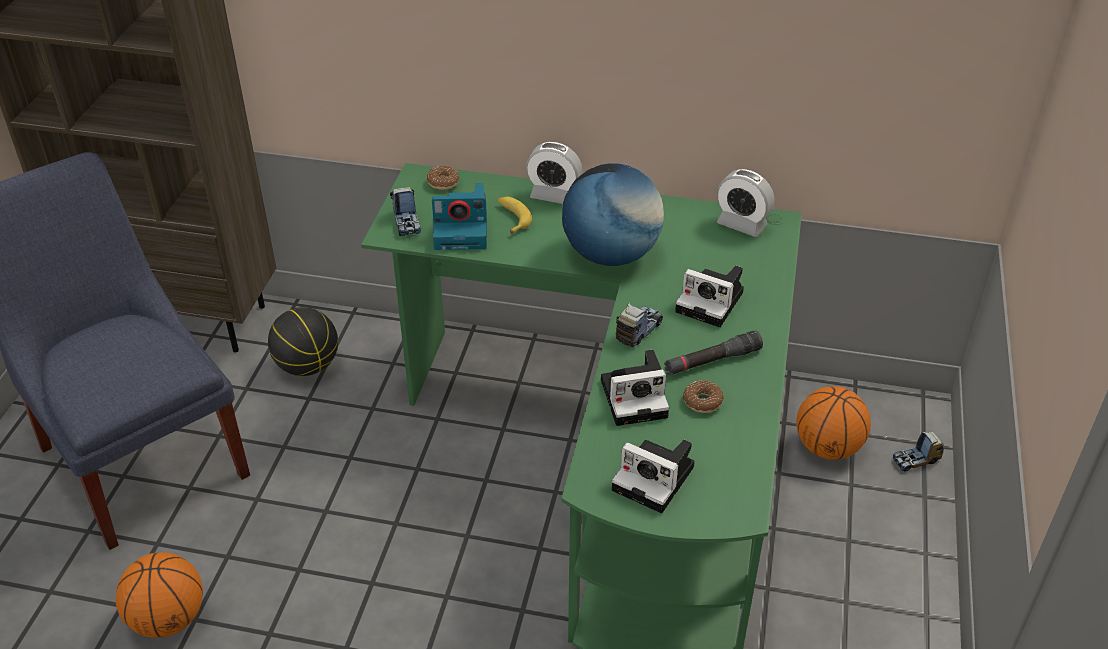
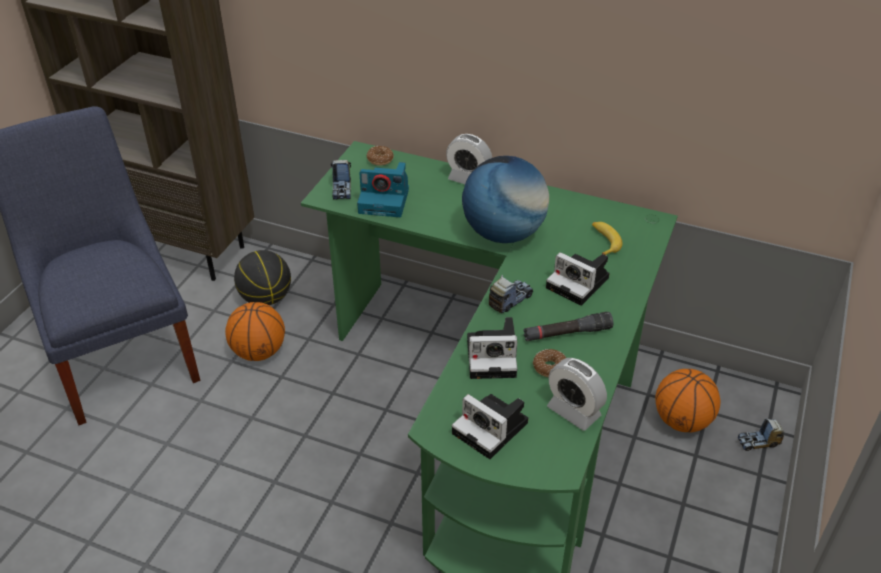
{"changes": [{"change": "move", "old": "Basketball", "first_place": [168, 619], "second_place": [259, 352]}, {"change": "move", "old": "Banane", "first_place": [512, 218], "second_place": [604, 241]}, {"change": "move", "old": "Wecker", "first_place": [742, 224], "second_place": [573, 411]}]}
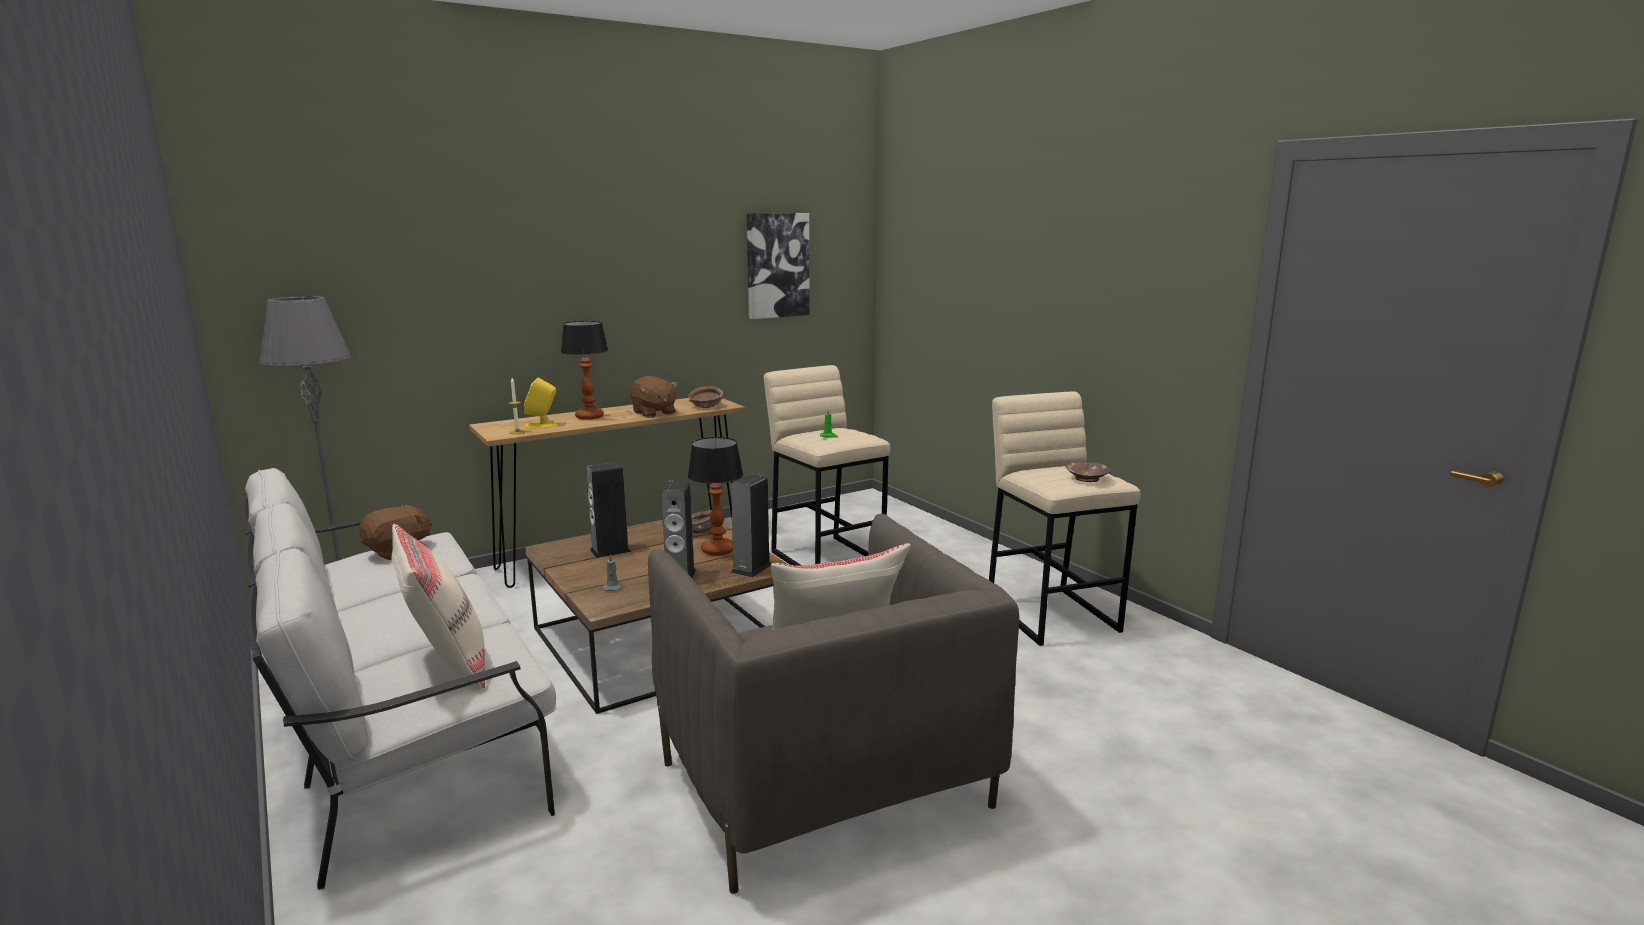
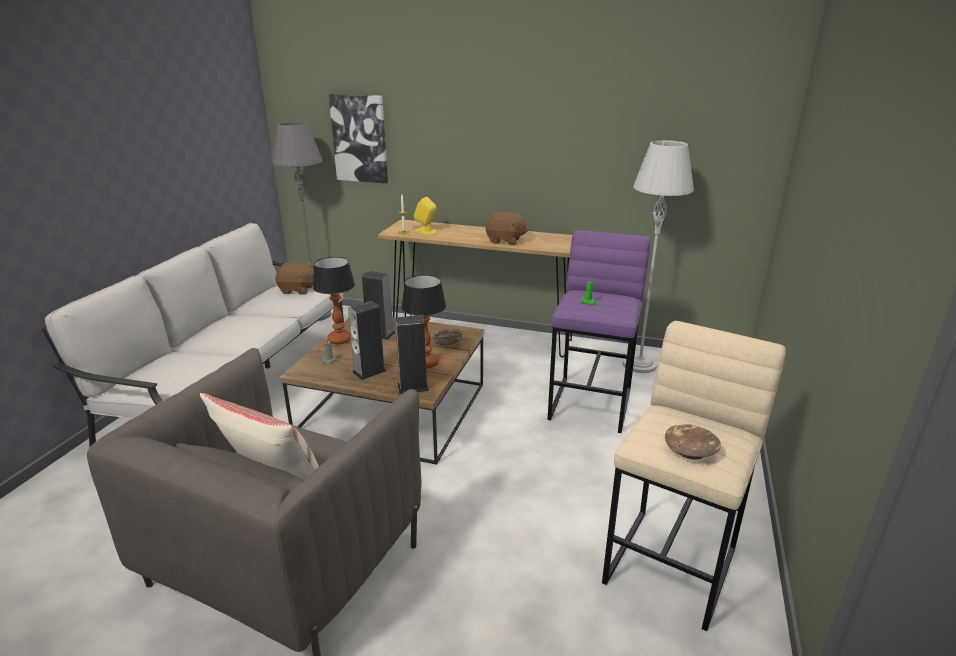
{"changes": [{"change": "delete", "old": "Kissen/beige", "first_place": [446, 663]}, {"change": "move", "old": "Tischlampe", "first_place": [589, 417], "second_place": [339, 340]}, {"change": "rotate", "old": "Plüschtier/braun", "first_place": [653, 413], "second_place": [505, 241], "degrees": -90}, {"change": "delete", "old": "Schüssel/braun", "first_place": [706, 406]}, {"change": "move", "old": "Bild", "first_place": [777, 265], "second_place": [360, 138]}, {"change": "recolor", "old": "Hocker/beige", "new": "Hocker/lila", "first_place": [825, 557], "second_place": [590, 403]}, {"change": "insert", "new": "Stehlampe/grau", "second_place": [639, 364]}]}
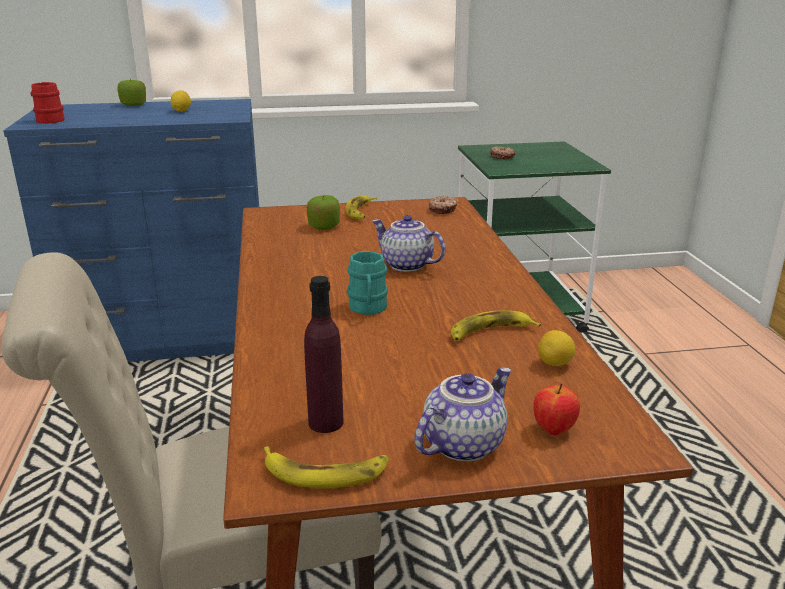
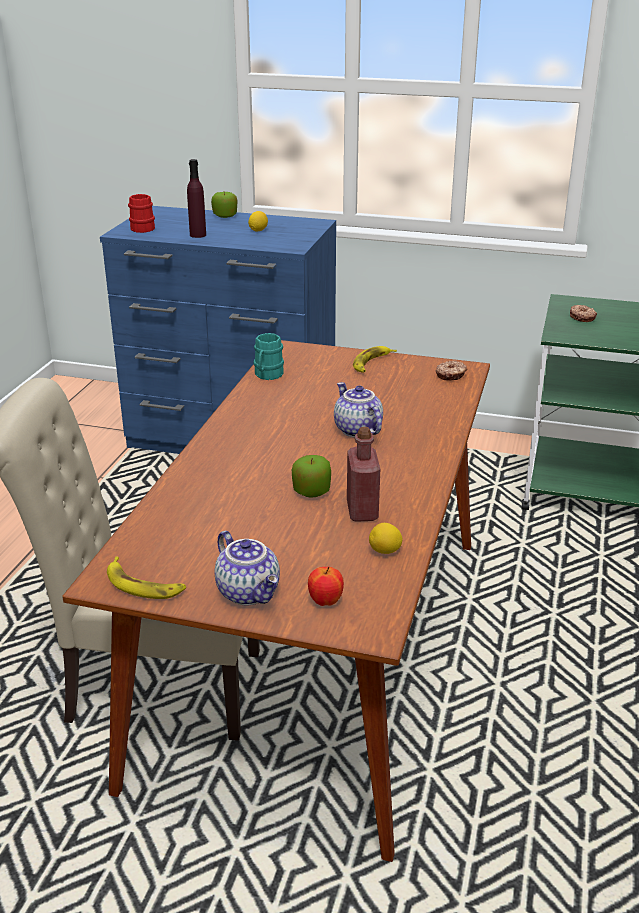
{"changes": [{"change": "move", "old": "Flasche/lila", "first_place": [326, 422], "second_place": [198, 235]}, {"change": "move", "old": "Apfel", "first_place": [324, 226], "second_place": [311, 491]}, {"change": "move", "old": "Henkelbecher/türkis", "first_place": [368, 309], "second_place": [267, 375]}, {"change": "rotate", "old": "Teekanne", "first_place": [462, 444], "second_place": [250, 592], "degrees": 75}, {"change": "replace", "old": "Banane", "new": "Flasche/rot", "first_place": [490, 332], "second_place": [362, 511]}]}
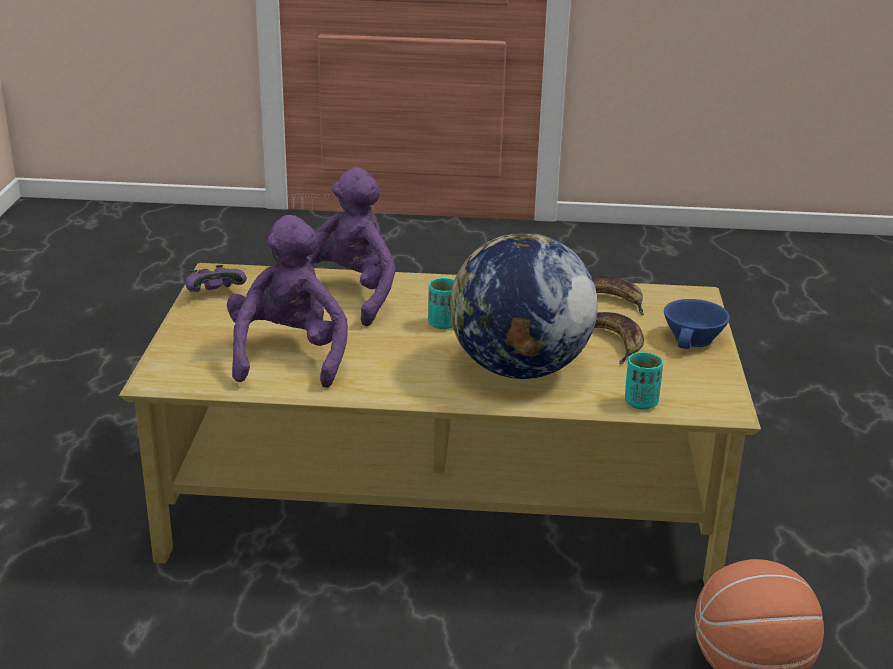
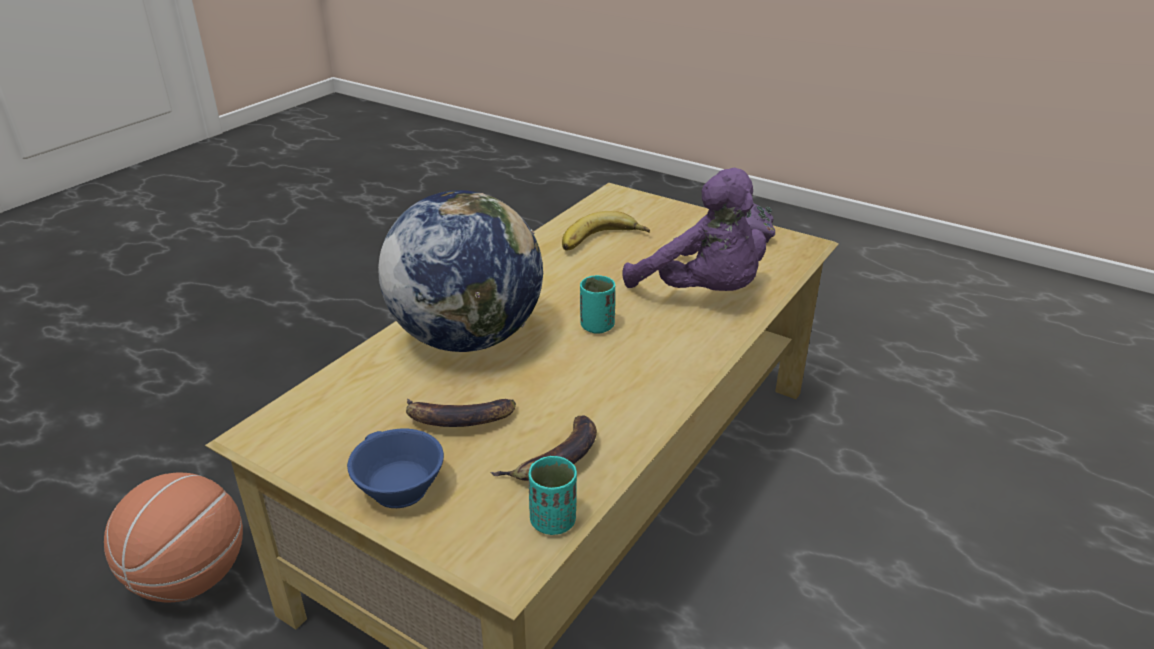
{"changes": [{"change": "replace", "old": "Plüschtier/lila", "new": "Banane", "first_place": [289, 355], "second_place": [603, 242]}, {"change": "move", "old": "Tasse/türkis", "first_place": [641, 403], "second_place": [553, 521]}]}
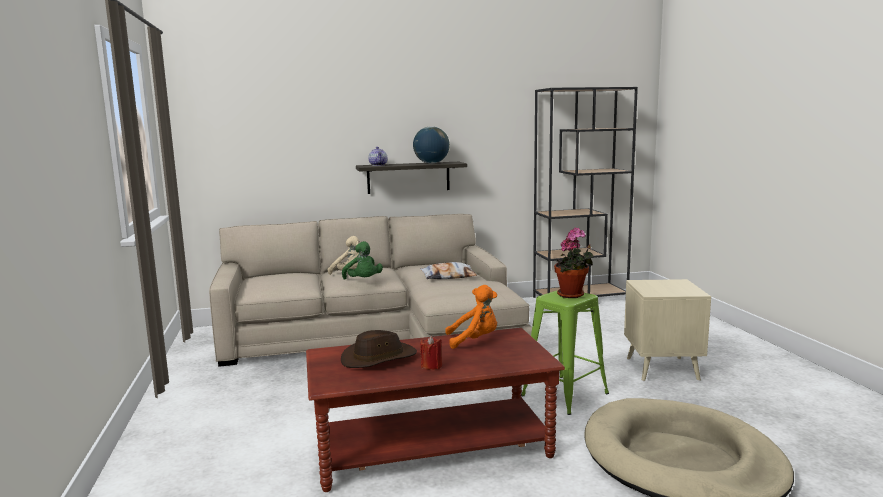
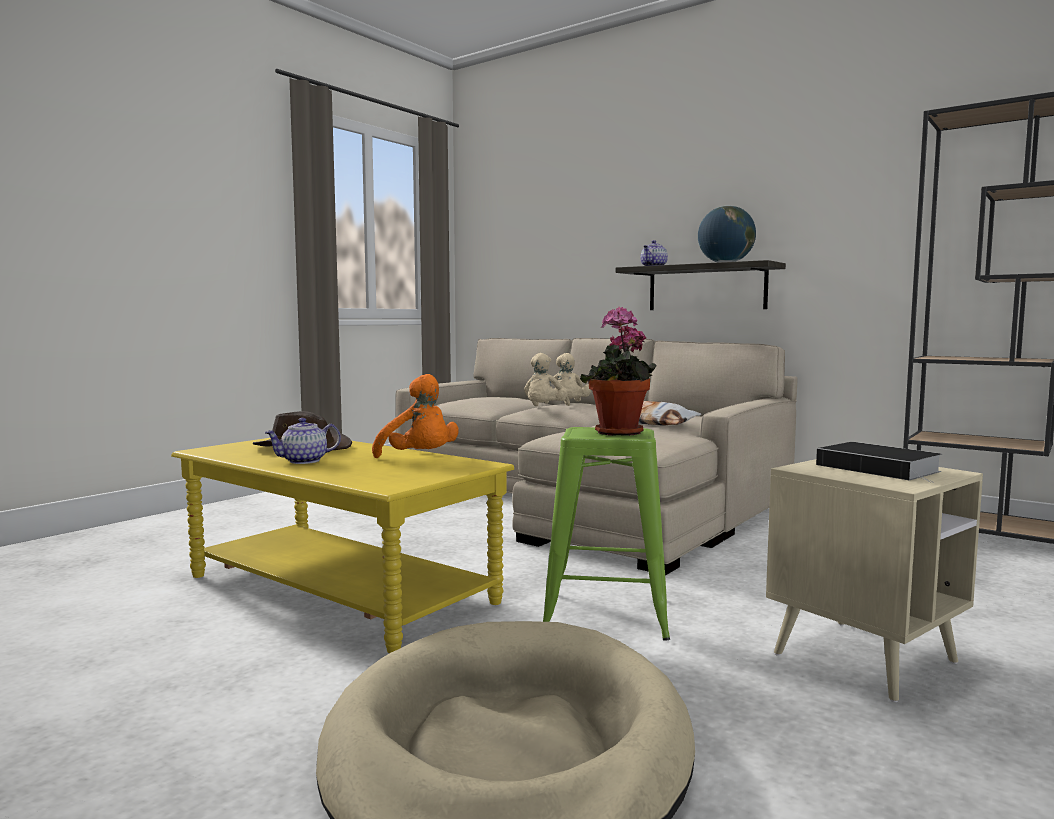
{"changes": [{"change": "recolor", "old": "Couchtisch/braun", "new": "Couchtisch/gelb", "first_place": [432, 447], "second_place": [339, 590]}, {"change": "recolor", "old": "Plüschtier/grün", "new": "Plüschtier/beige", "first_place": [363, 281], "second_place": [545, 409]}, {"change": "replace", "old": "Kerze/rot", "new": "Teekanne", "first_place": [431, 366], "second_place": [304, 461]}, {"change": "insert", "new": "Buch", "second_place": [881, 468]}]}
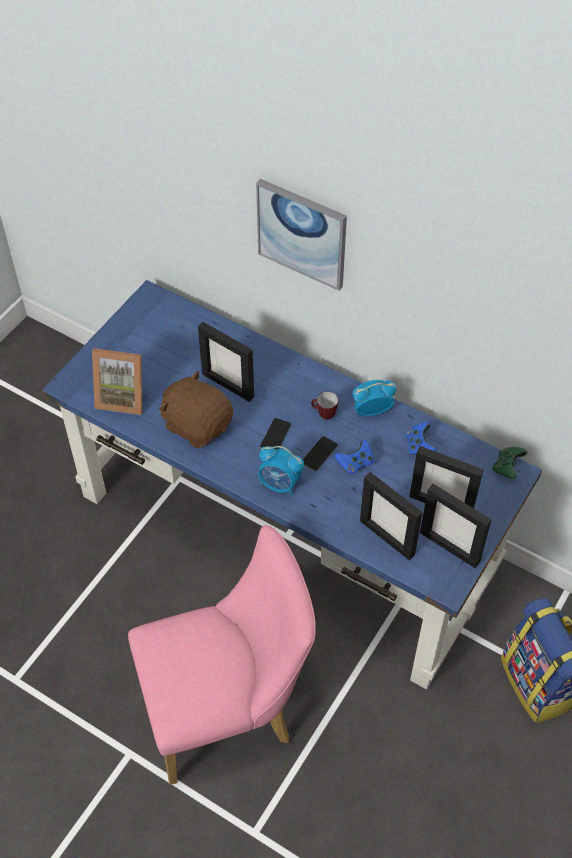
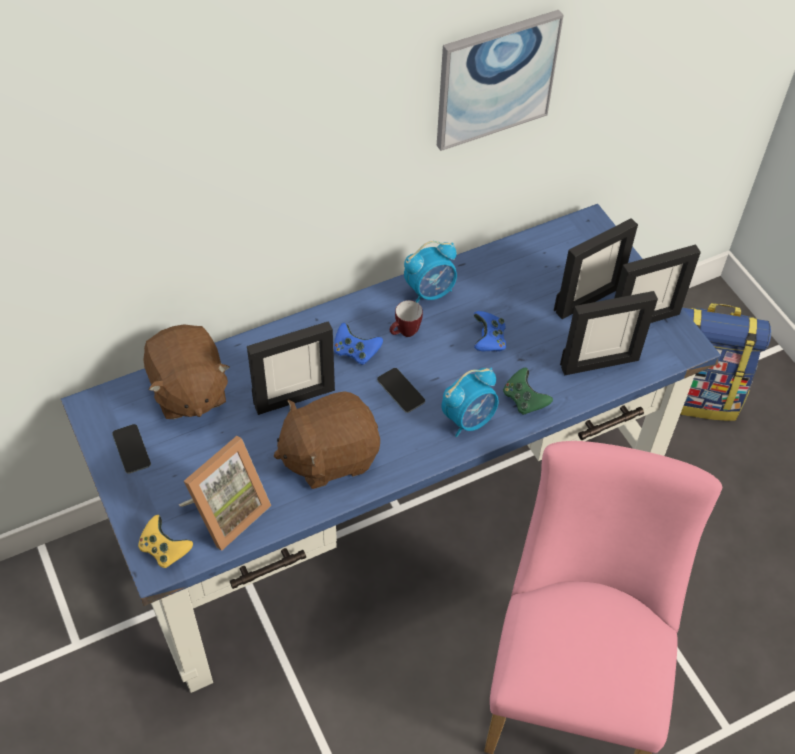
{"changes": [{"change": "move", "old": "Bild", "first_place": [302, 233], "second_place": [495, 79]}, {"change": "move", "old": "Handy", "first_place": [319, 454], "second_place": [131, 449]}, {"change": "rotate", "old": "Wecker", "first_place": [371, 411], "second_place": [430, 292], "degrees": -135}, {"change": "move", "old": "Gamepad/blau", "first_place": [419, 445], "second_place": [355, 352]}, {"change": "move", "old": "Gamepad/grün", "first_place": [507, 467], "second_place": [524, 400]}, {"change": "insert", "new": "Gamepad/gelb", "second_place": [164, 549]}, {"change": "insert", "new": "Plüschtier/braun", "second_place": [188, 391]}]}
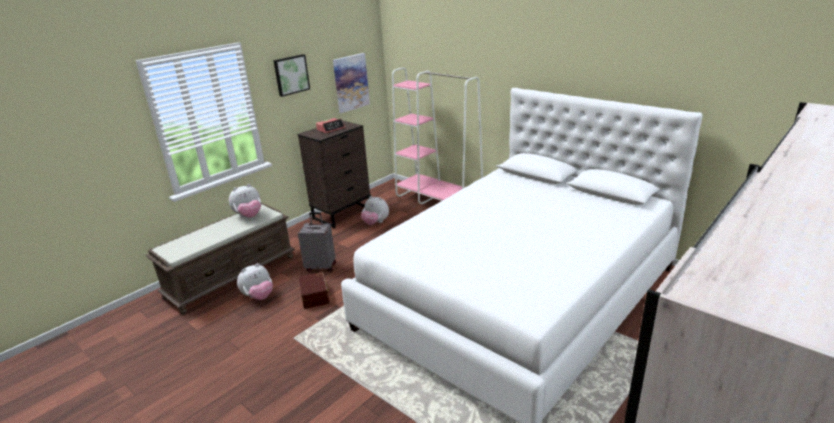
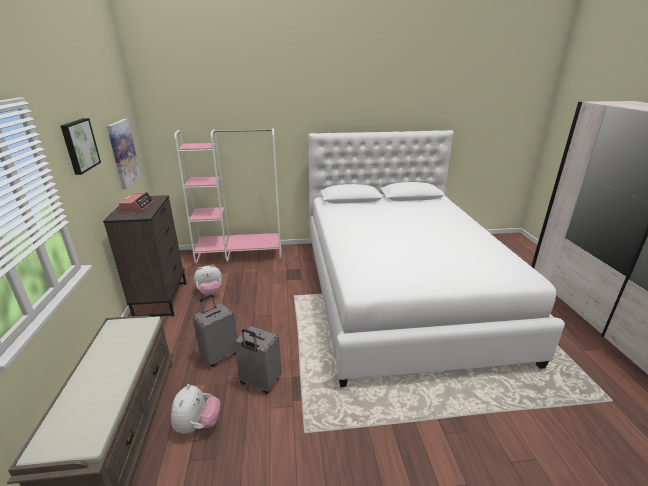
{"changes": [{"change": "delete", "old": "Plüschtier", "first_place": [249, 216]}, {"change": "replace", "old": "Aufbewahrungsbox/braun", "new": "Koffer/grau", "first_place": [316, 296], "second_place": [259, 382]}]}
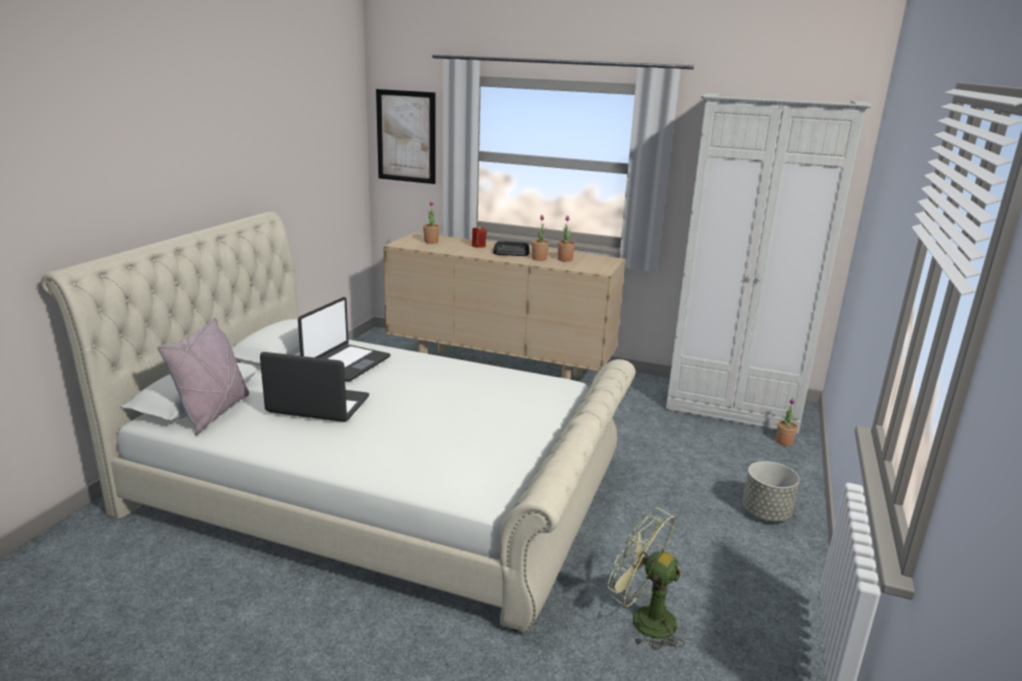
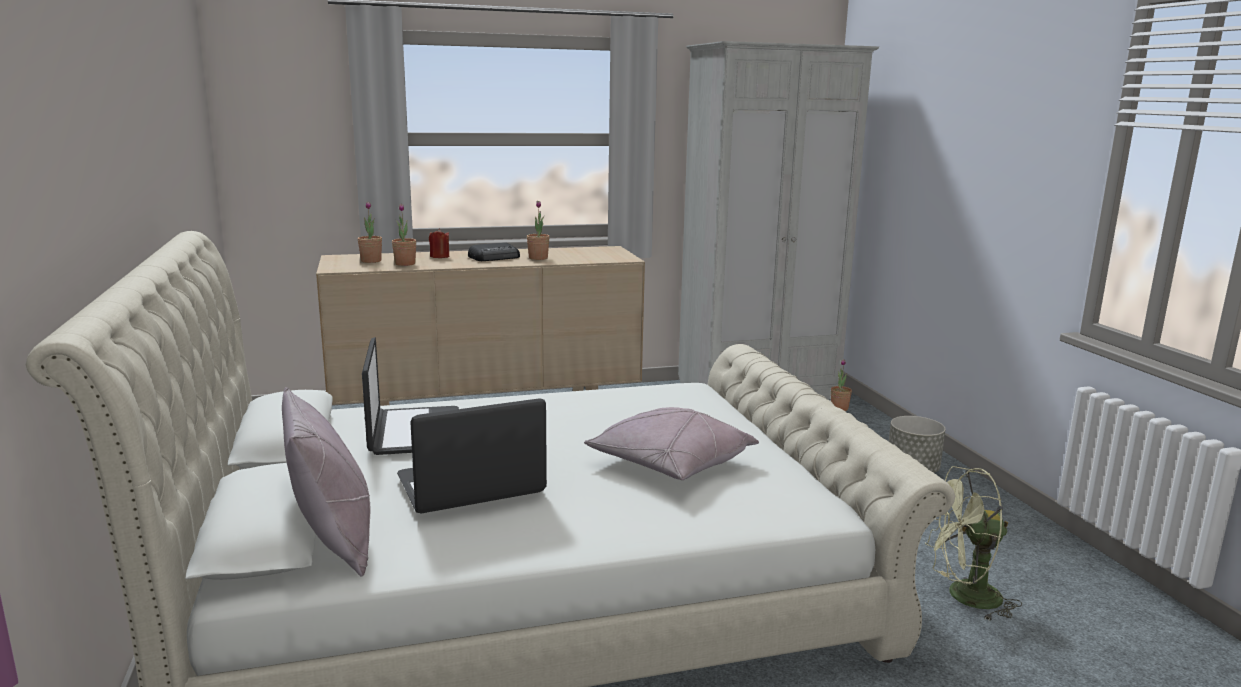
{"changes": [{"change": "delete", "old": "Bild", "first_place": [406, 136]}, {"change": "move", "old": "Topfpflanze", "first_place": [565, 259], "second_place": [405, 264]}, {"change": "insert", "new": "Kissen/lila", "second_place": [670, 465]}]}
